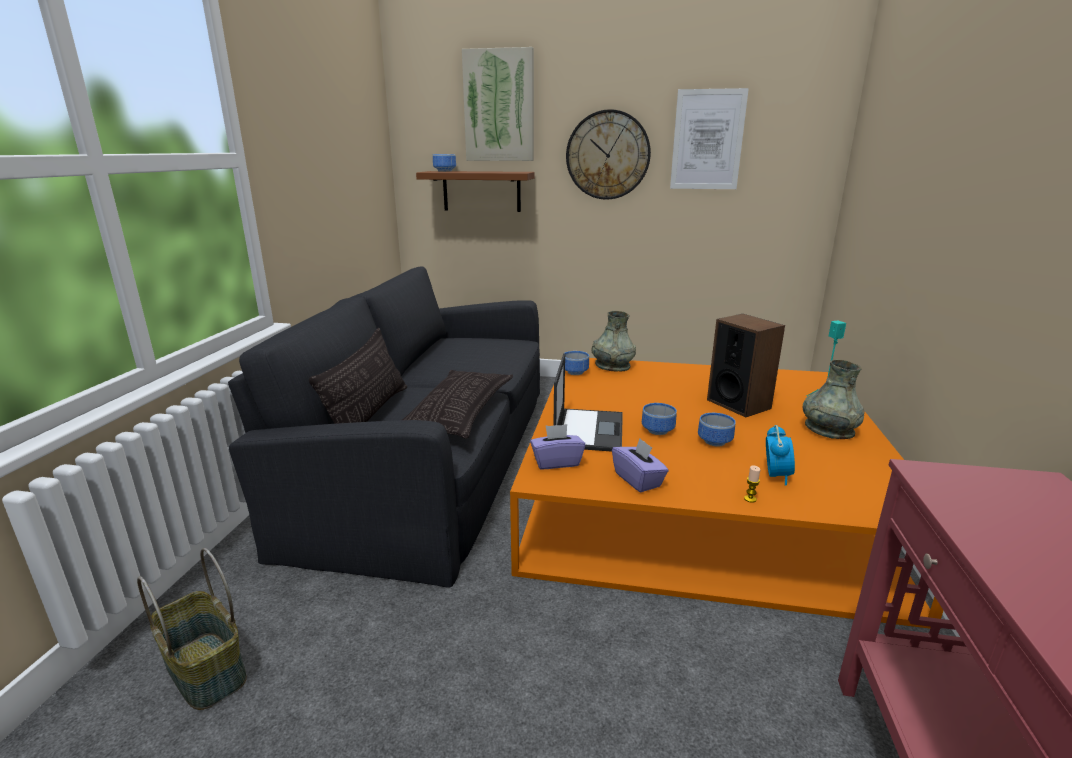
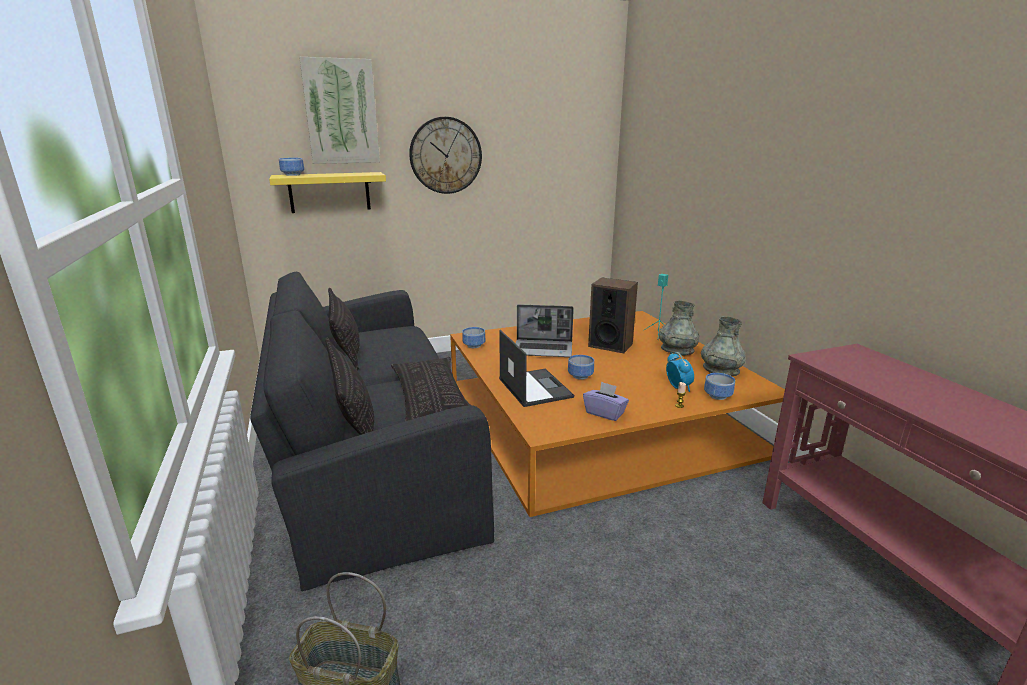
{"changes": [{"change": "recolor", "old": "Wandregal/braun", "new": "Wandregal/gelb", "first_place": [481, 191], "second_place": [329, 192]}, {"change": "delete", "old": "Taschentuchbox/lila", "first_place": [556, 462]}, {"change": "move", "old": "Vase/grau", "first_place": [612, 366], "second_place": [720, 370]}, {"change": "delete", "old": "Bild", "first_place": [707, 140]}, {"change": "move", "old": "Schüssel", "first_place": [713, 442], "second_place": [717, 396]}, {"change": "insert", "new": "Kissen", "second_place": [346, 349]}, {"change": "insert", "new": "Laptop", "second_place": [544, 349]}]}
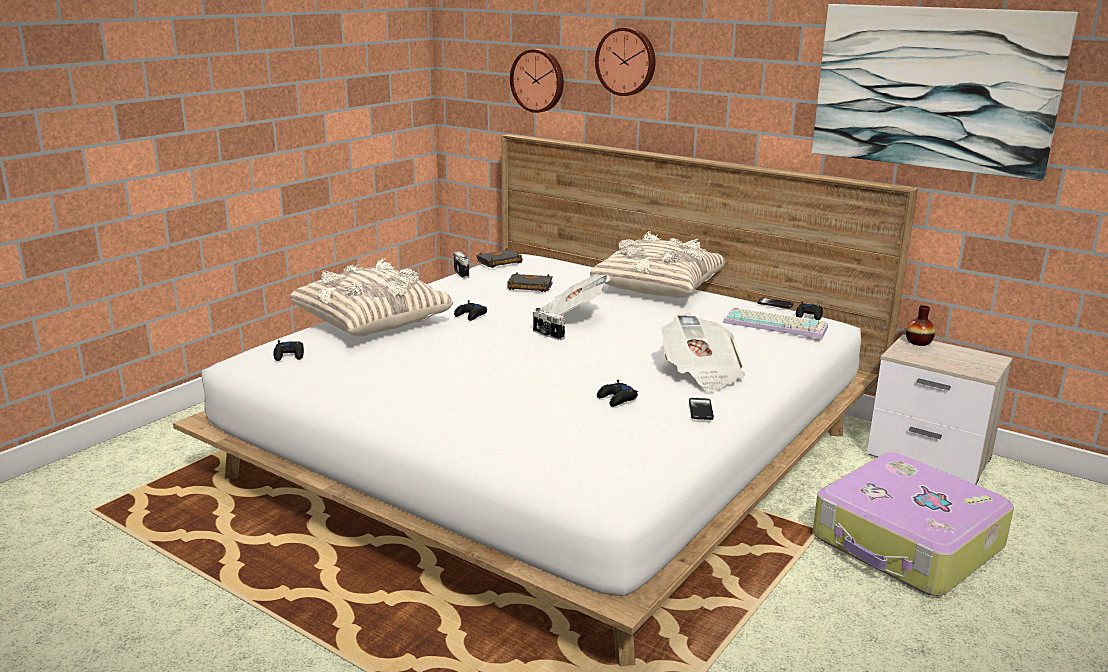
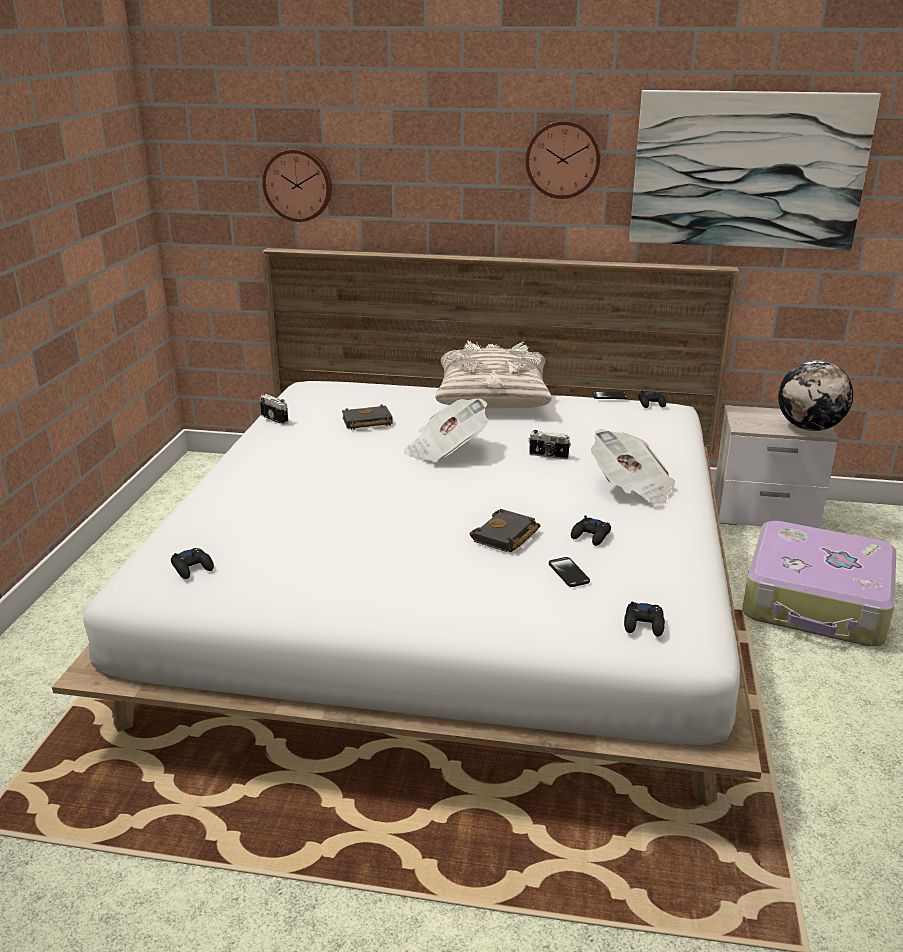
{"changes": [{"change": "delete", "old": "Kissen/beige", "first_place": [372, 324]}, {"change": "move", "old": "Gamepad/schwarz", "first_place": [471, 315], "second_place": [644, 624]}, {"change": "move", "old": "Buch/schwarz", "first_place": [499, 263], "second_place": [506, 537]}, {"change": "move", "old": "Kamera", "first_place": [547, 335], "second_place": [548, 456]}, {"change": "move", "old": "Wanduhr", "first_place": [626, 61], "second_place": [563, 159]}, {"change": "move", "old": "Handy", "first_place": [700, 410], "second_place": [568, 573]}, {"change": "delete", "old": "Tastatur", "first_place": [776, 324]}, {"change": "delete", "old": "Vase", "first_place": [918, 342]}, {"change": "insert", "new": "Globus", "second_place": [809, 428]}]}
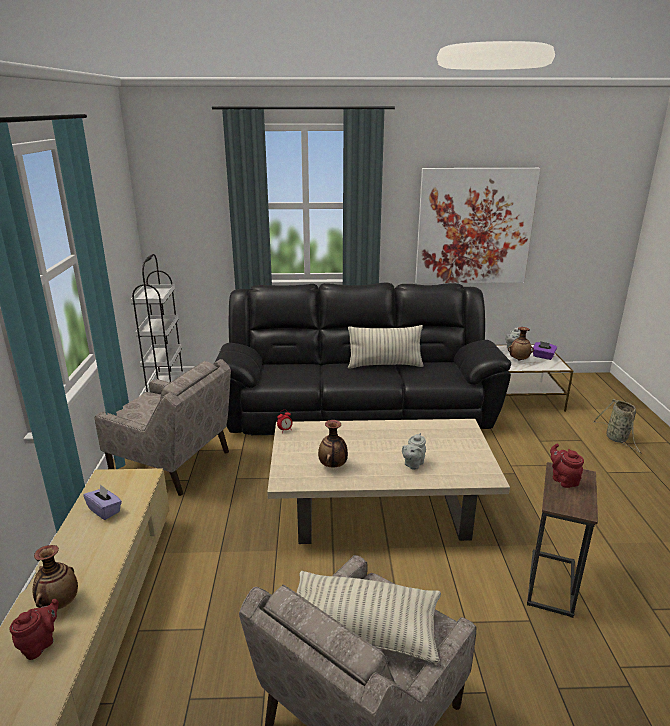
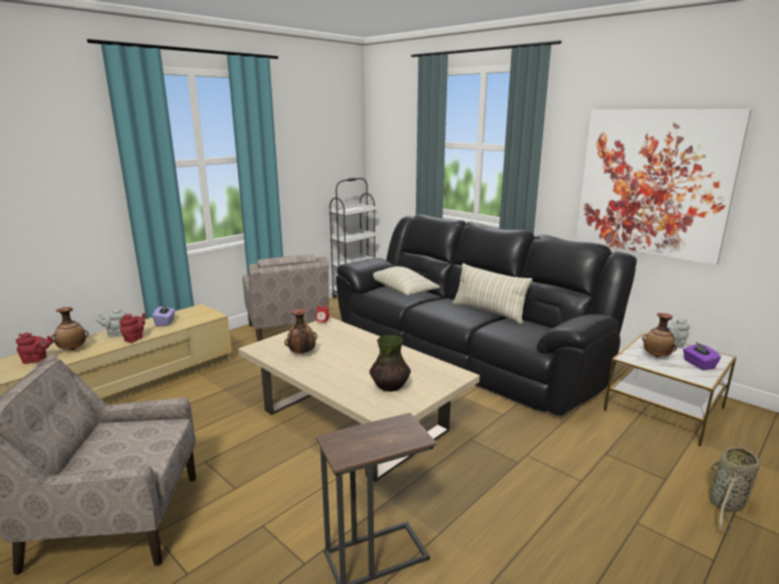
{"changes": [{"change": "move", "old": "Kissen", "first_place": [363, 630], "second_place": [402, 291]}, {"change": "move", "old": "Teekanne/grau", "first_place": [413, 464], "second_place": [116, 334]}, {"change": "move", "old": "Teekanne/rot", "first_place": [563, 480], "second_place": [135, 338]}, {"change": "insert", "new": "Vase", "second_place": [390, 387]}]}
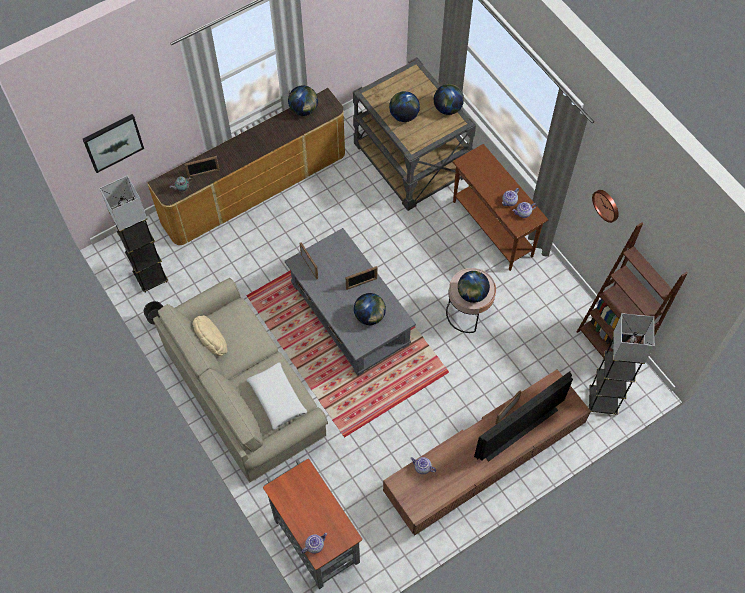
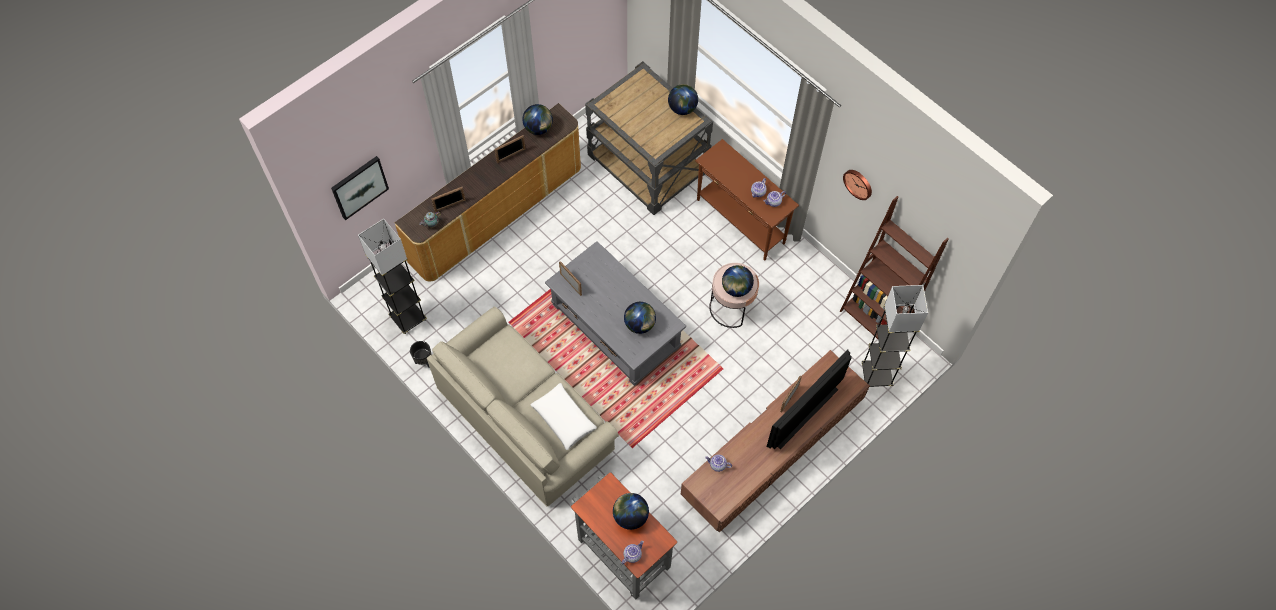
{"changes": [{"change": "delete", "old": "Kissen/beige", "first_place": [212, 344]}, {"change": "move", "old": "Bilderrahmen", "first_place": [361, 283], "second_place": [511, 155]}, {"change": "move", "old": "Globus", "first_place": [404, 115], "second_place": [630, 516]}]}
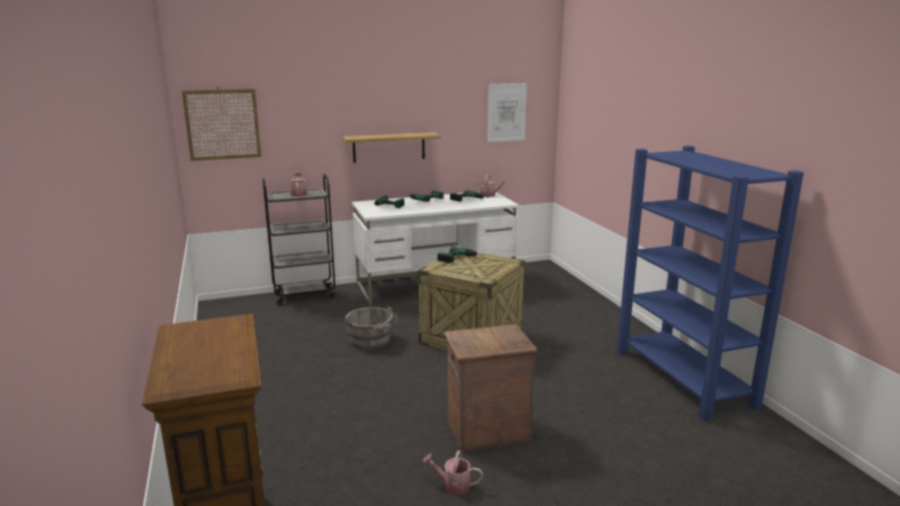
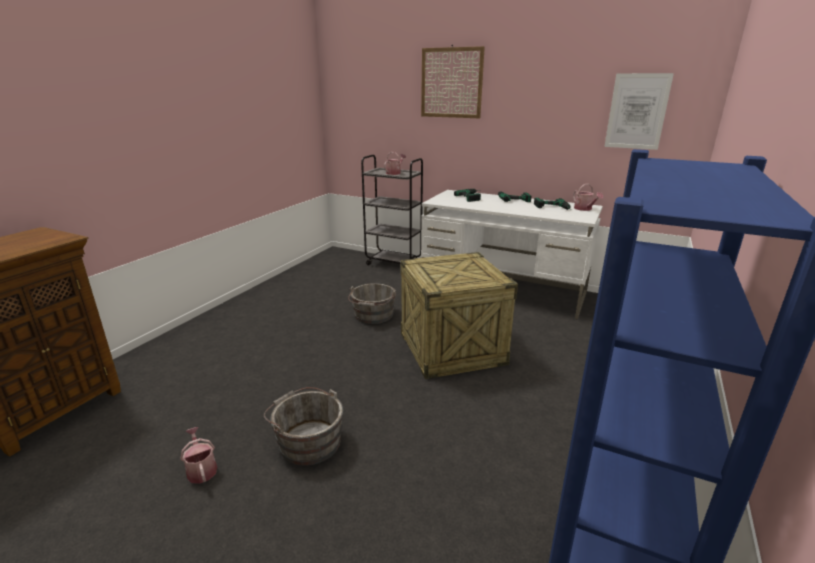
{"changes": [{"change": "move", "old": "Bild", "first_place": [222, 123], "second_place": [451, 82]}, {"change": "delete", "old": "Wandregal", "first_place": [389, 147]}, {"change": "delete", "old": "Bohrmaschine", "first_place": [461, 259]}, {"change": "replace", "old": "Kiste", "new": "Eimer/grau", "first_place": [487, 431], "second_place": [307, 441]}]}
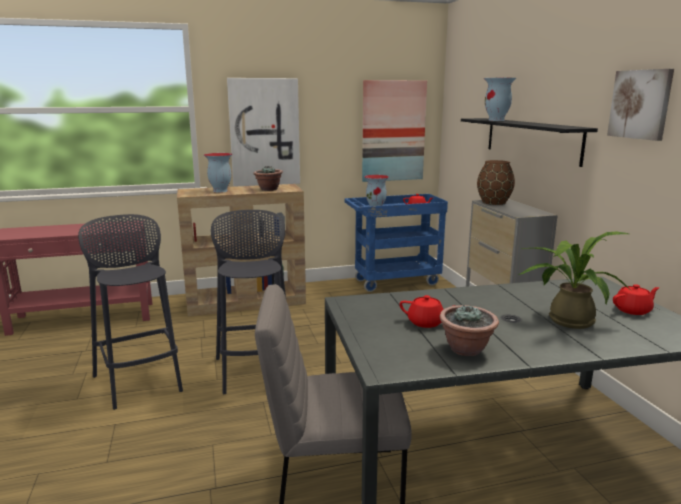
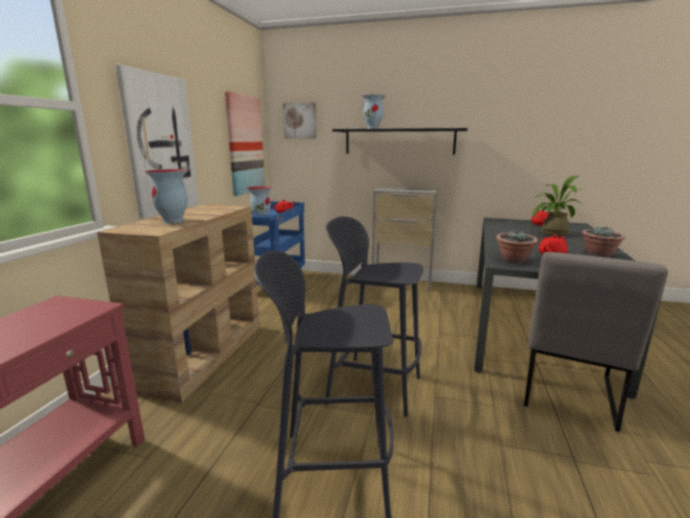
{"changes": [{"change": "move", "old": "Topfpflanze", "first_place": [268, 189], "second_place": [514, 260]}, {"change": "delete", "old": "Vase/braun", "first_place": [493, 202]}, {"change": "move", "old": "Bild", "first_place": [640, 104], "second_place": [300, 121]}]}
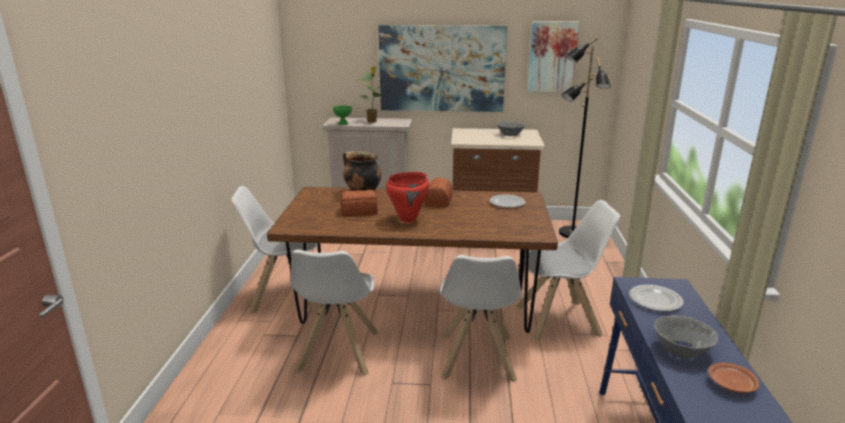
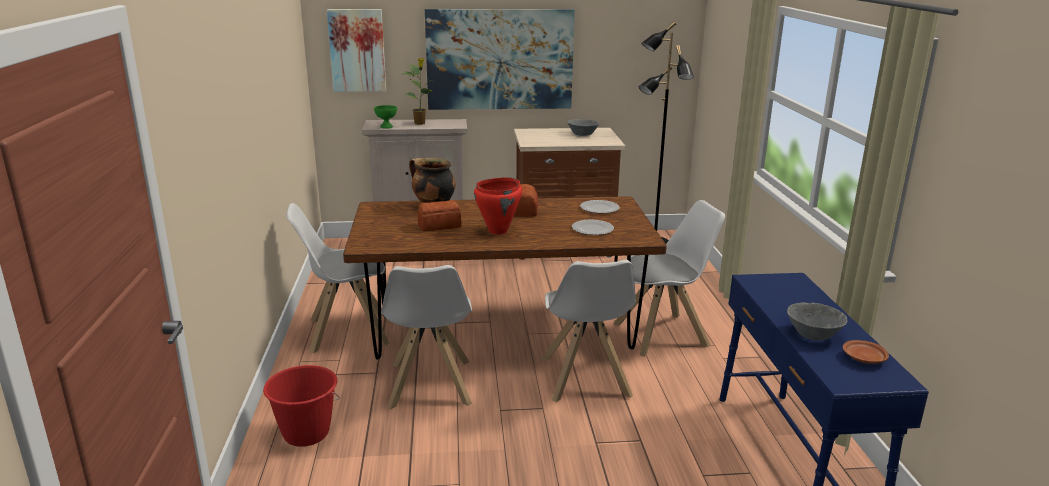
{"changes": [{"change": "move", "old": "Bild", "first_place": [552, 56], "second_place": [357, 50]}, {"change": "move", "old": "Teller", "first_place": [656, 300], "second_place": [593, 229]}, {"change": "insert", "new": "Eimer/rot", "second_place": [306, 434]}]}
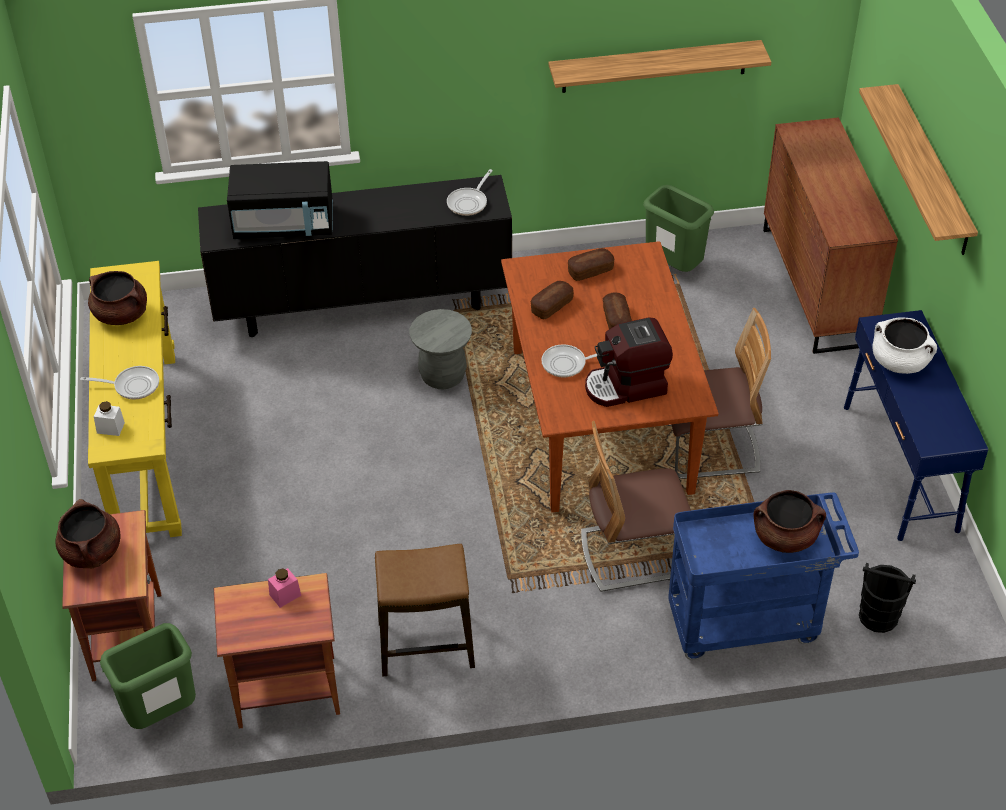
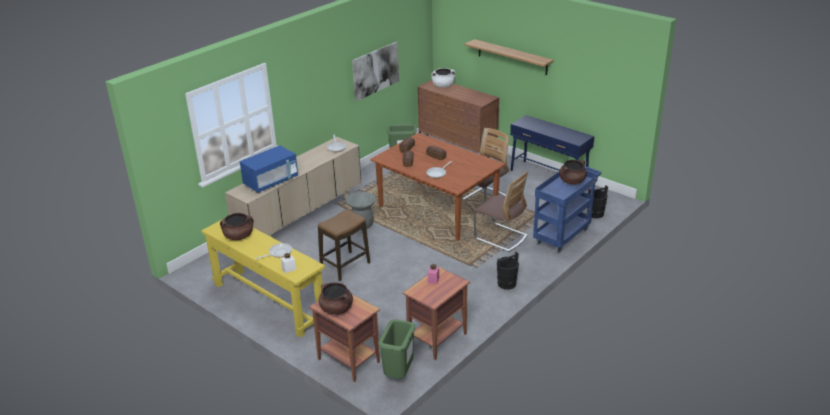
{"changes": [{"change": "recolor", "old": "Schrank/schwarz", "new": "Schrank/beige", "first_place": [363, 305], "second_place": [300, 220]}, {"change": "recolor", "old": "Mikrowelle/schwarz", "new": "Mikrowelle/blau", "first_place": [284, 224], "second_place": [271, 182]}, {"change": "move", "old": "Hocker", "first_place": [426, 645], "second_place": [345, 266]}, {"change": "replace", "old": "Wandregal", "new": "Bild", "first_place": [654, 66], "second_place": [375, 71]}, {"change": "rotate", "old": "Stuhl", "first_place": [634, 554], "second_place": [500, 237], "degrees": -90}, {"change": "delete", "old": "Kaffeemaschine", "first_place": [626, 386]}, {"change": "move", "old": "Kochtopf/weiß", "first_place": [900, 362], "second_place": [443, 86]}, {"change": "insert", "new": "Eimer/schwarz", "second_place": [506, 284]}]}
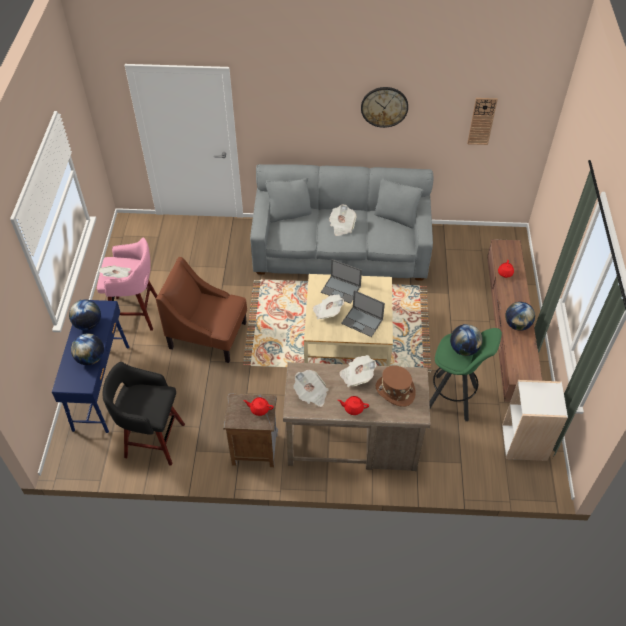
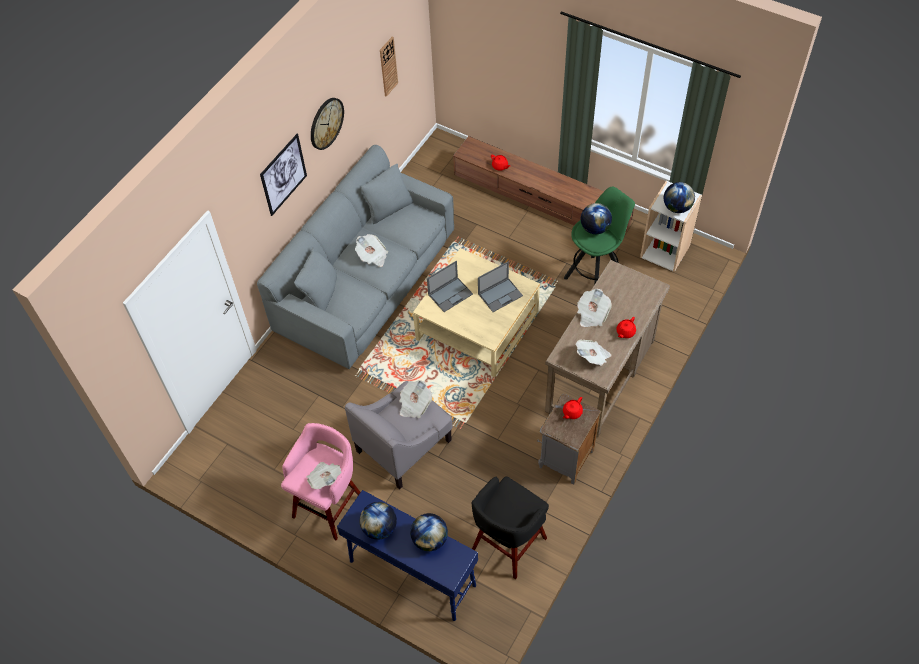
{"changes": [{"change": "recolor", "old": "Sessel/braun", "new": "Sessel/grau", "first_place": [209, 335], "second_place": [404, 445]}, {"change": "move", "old": "Zeitung", "first_place": [327, 312], "second_place": [414, 404]}, {"change": "delete", "old": "Hut/braun", "first_place": [395, 391]}, {"change": "move", "old": "Globus", "first_place": [517, 324], "second_place": [677, 207]}, {"change": "insert", "new": "Bild", "second_place": [283, 174]}]}
